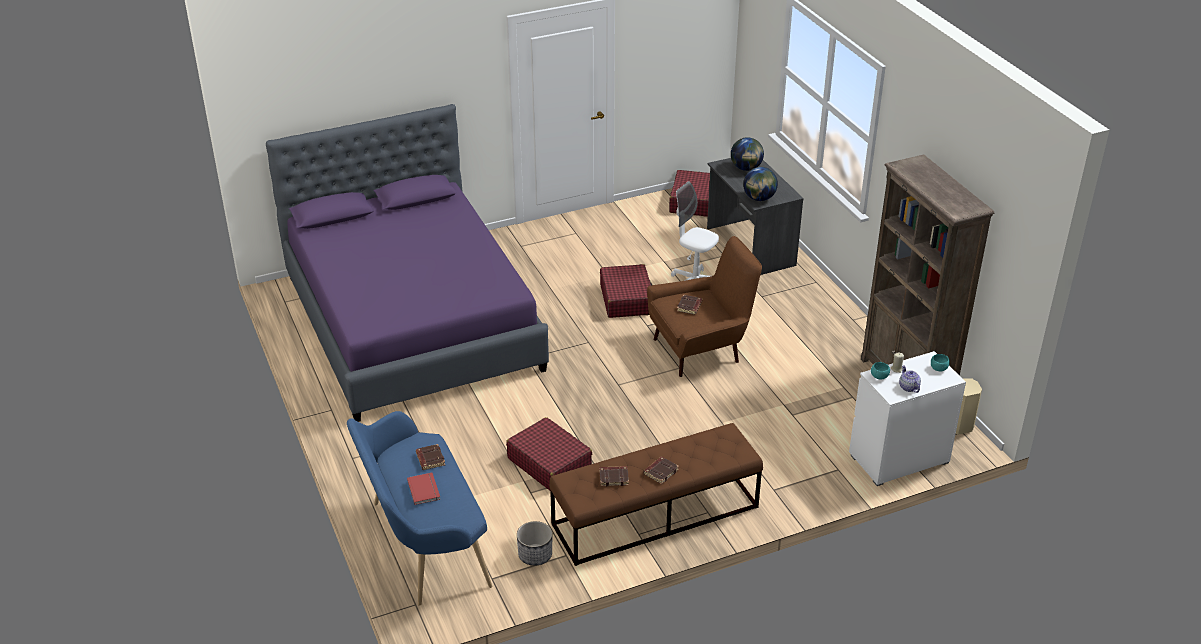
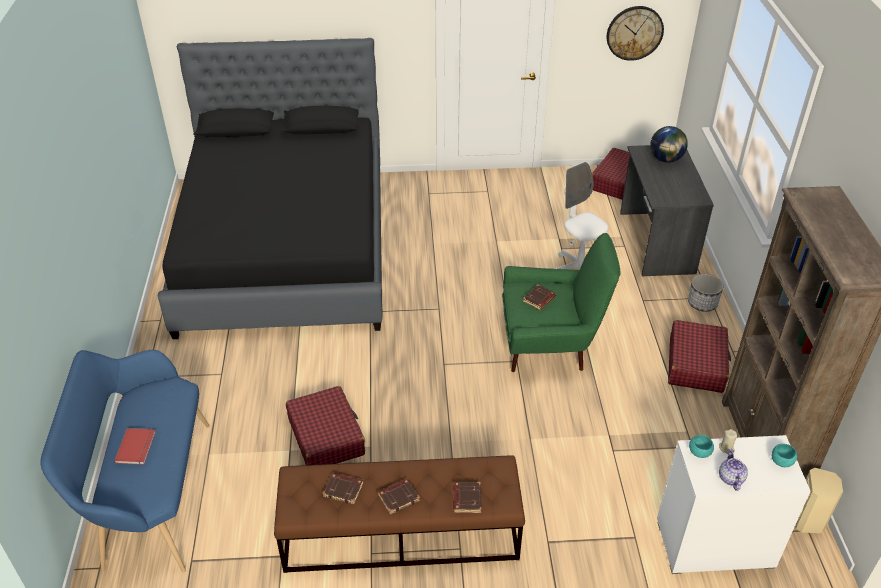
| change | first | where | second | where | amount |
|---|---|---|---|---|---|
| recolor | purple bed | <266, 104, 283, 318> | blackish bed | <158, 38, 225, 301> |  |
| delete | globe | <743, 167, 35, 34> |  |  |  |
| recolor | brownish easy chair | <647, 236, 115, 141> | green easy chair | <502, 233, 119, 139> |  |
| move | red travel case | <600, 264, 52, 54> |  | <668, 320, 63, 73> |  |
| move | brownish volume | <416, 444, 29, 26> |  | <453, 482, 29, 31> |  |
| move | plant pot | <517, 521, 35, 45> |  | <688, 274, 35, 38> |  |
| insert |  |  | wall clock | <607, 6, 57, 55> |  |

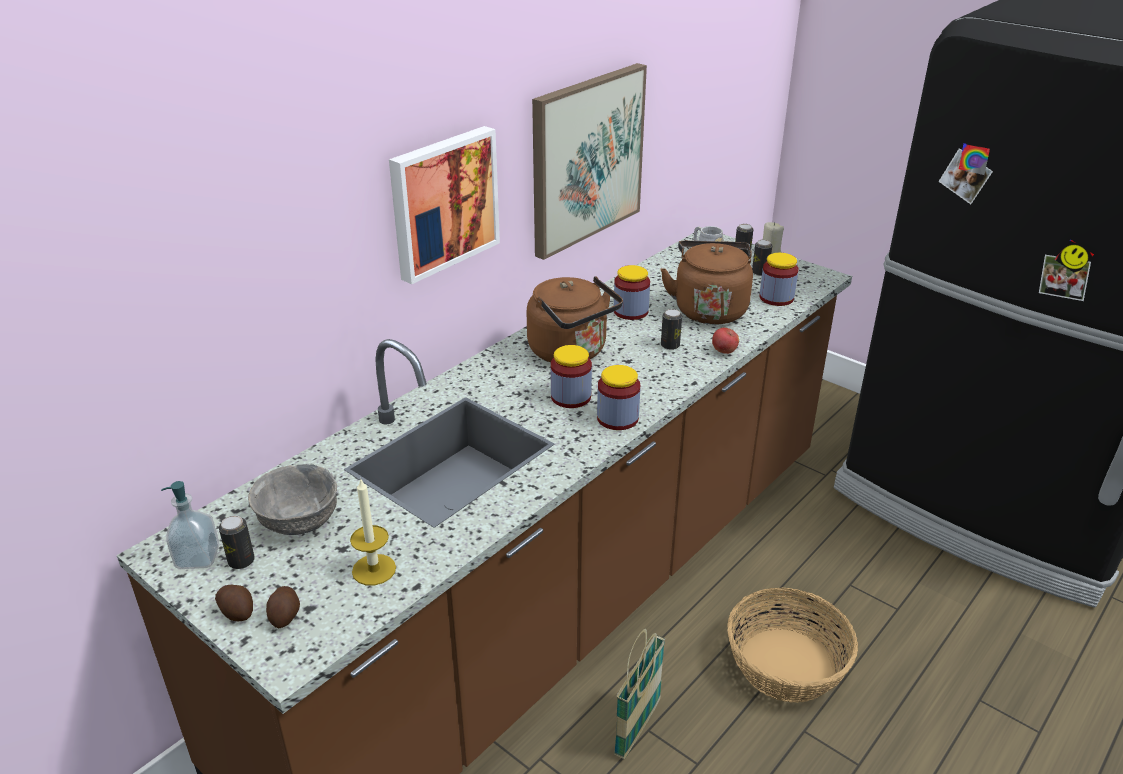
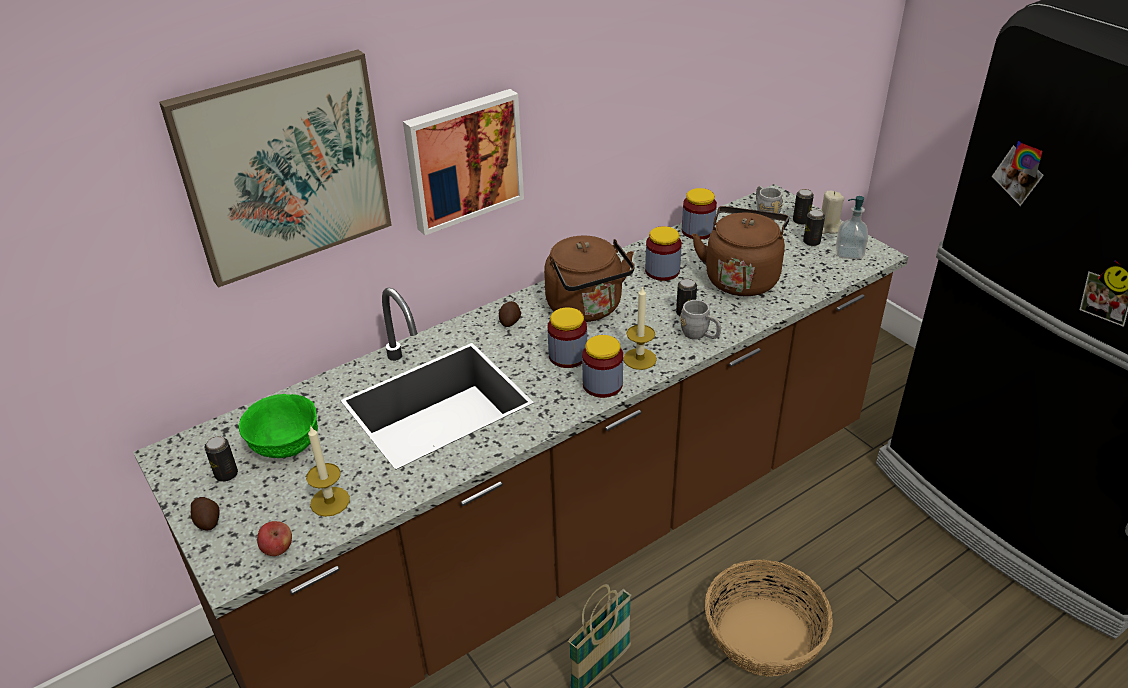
| change | first | where | second | where | amount |
|---|---|---|---|---|---|
| move | picture | <532, 63, 115, 197> |  | <159, 50, 233, 238> |  |
| move | jar | <759, 253, 40, 53> |  | <682, 188, 35, 52> |  |
| move | whole apple | <712, 328, 27, 26> |  | <257, 521, 35, 35> |  |
| recolor | greyish serving bowl | <248, 464, 89, 71> | green serving bowl | <239, 394, 79, 64> |  |
| move | soap dispenser | <161, 481, 58, 88> |  | <836, 196, 32, 63> |  |
| move | spud | <266, 586, 34, 42> |  | <499, 301, 22, 26> |  |
| insert |  |  | candle | <623, 286, 34, 84> |  |
| insert |  |  | greyish tea mug | <680, 300, 41, 40> |  |

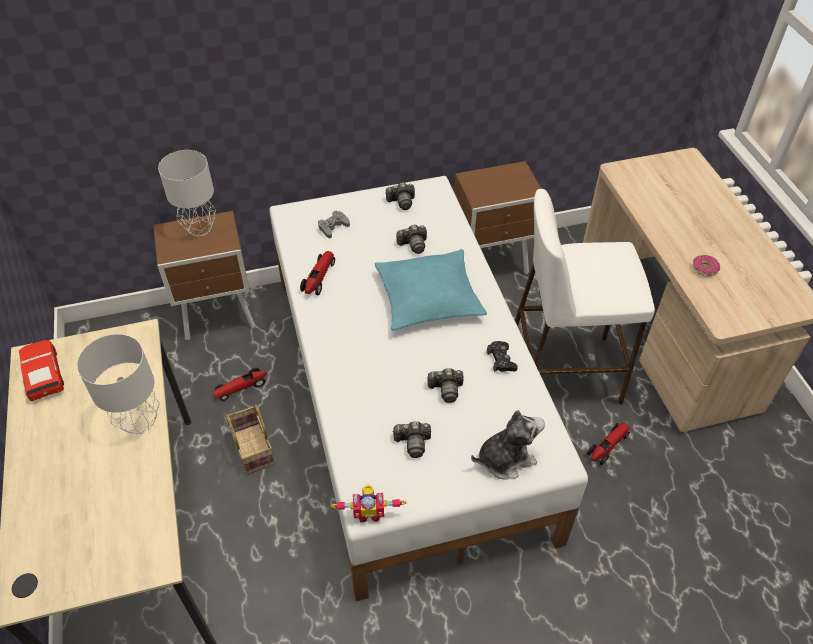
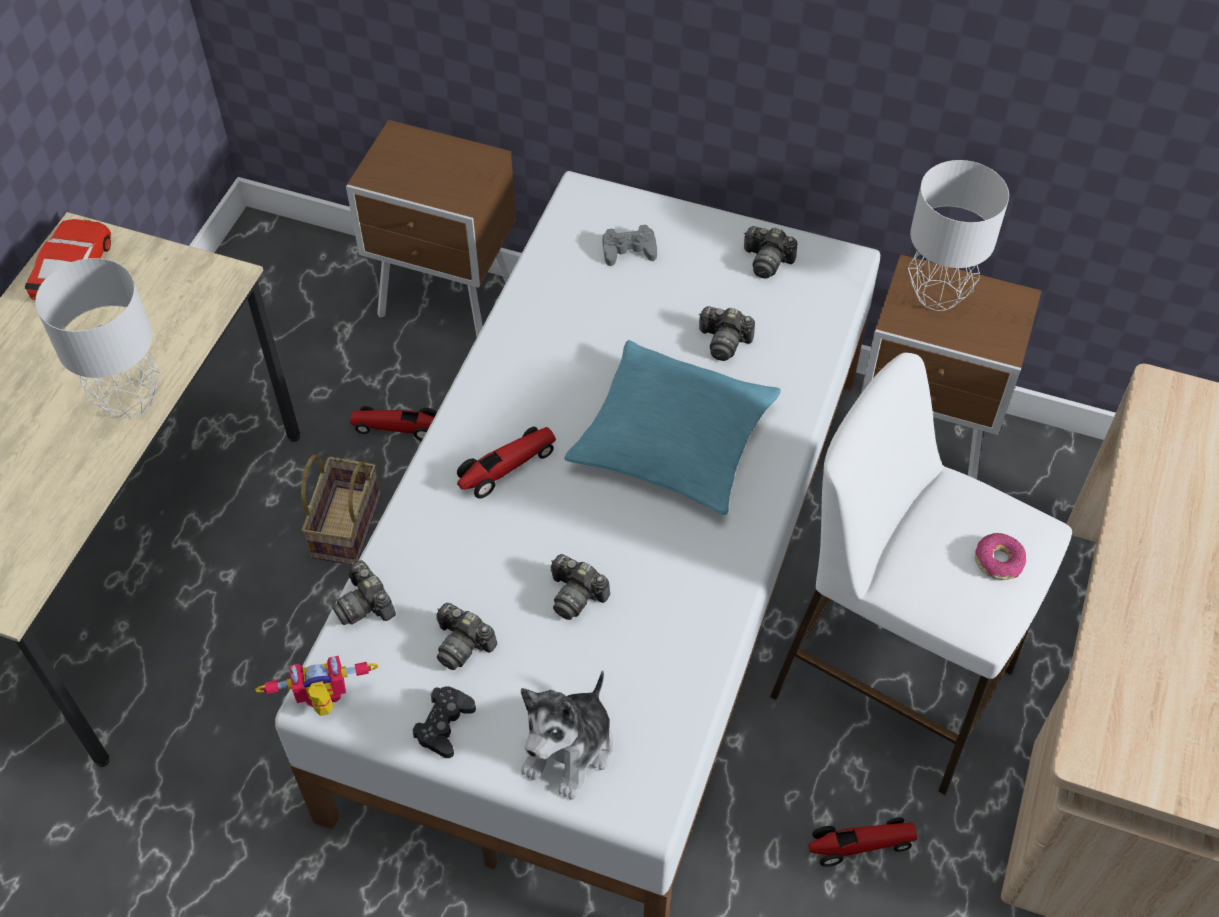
| change | first | where | second | where | amount |
|---|---|---|---|---|---|
| move | greyish tabletop lamp | <158, 150, 58, 86> |  | <908, 160, 101, 151> |  |
| move | miniature car | <300, 251, 35, 44> |  | <457, 427, 99, 72> |  |
| move | doughnut | <693, 255, 27, 22> |  | <975, 533, 51, 47> |  |
| move | blackish joypad | <487, 341, 31, 31> |  | <412, 686, 64, 72> |  |
| rotate | soft toy | <471, 410, 74, 70> |  | <521, 670, 92, 130> | 105 degrees clockwise |
| rotate | model robot | <331, 485, 75, 37> |  | <255, 656, 123, 60> | 135 degrees clockwise |
| insert |  |  | still camera | <332, 561, 64, 64> |  |

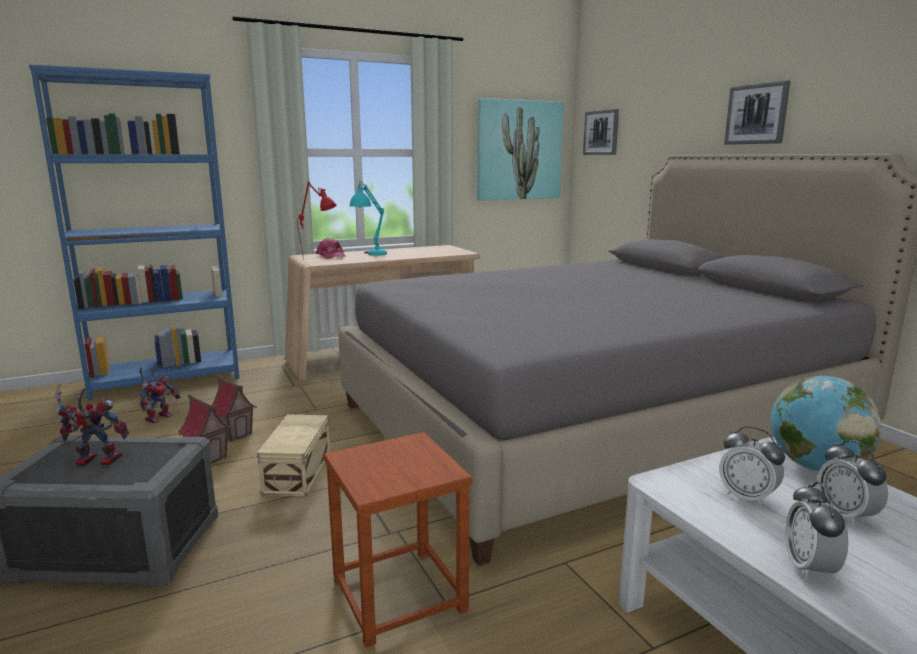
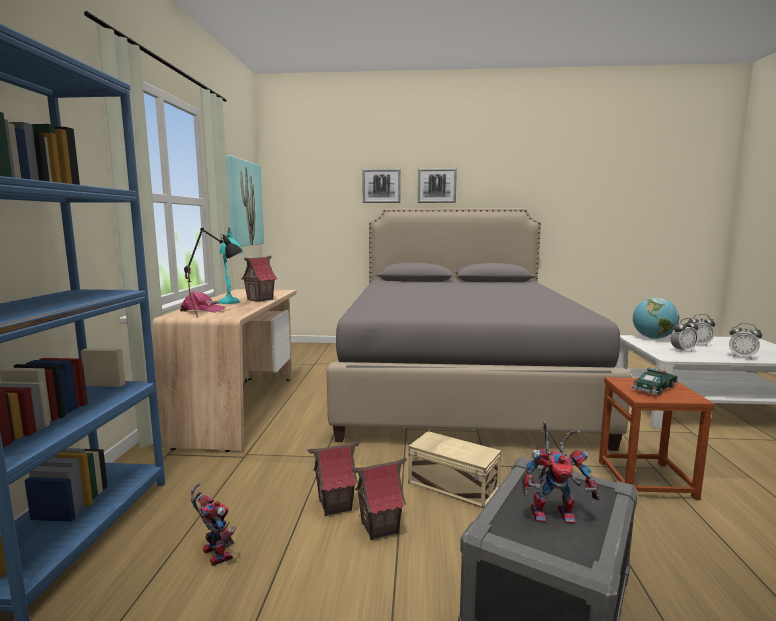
| change | first | where | second | where | amount |
|---|---|---|---|---|---|
| move | picture | <583, 109, 36, 46> |  | <362, 169, 39, 34> |  |
| recolor | red tabletop lamp | <297, 182, 39, 78> | blackish tabletop lamp | <184, 228, 59, 88> |  |
| rotate | model robot | <56, 388, 73, 78> |  | <522, 421, 77, 103> | 120 degrees counterclockwise |
| insert |  |  | toy house | <241, 256, 37, 46> |  |
| insert |  |  | miniature car | <632, 367, 47, 28> |  |

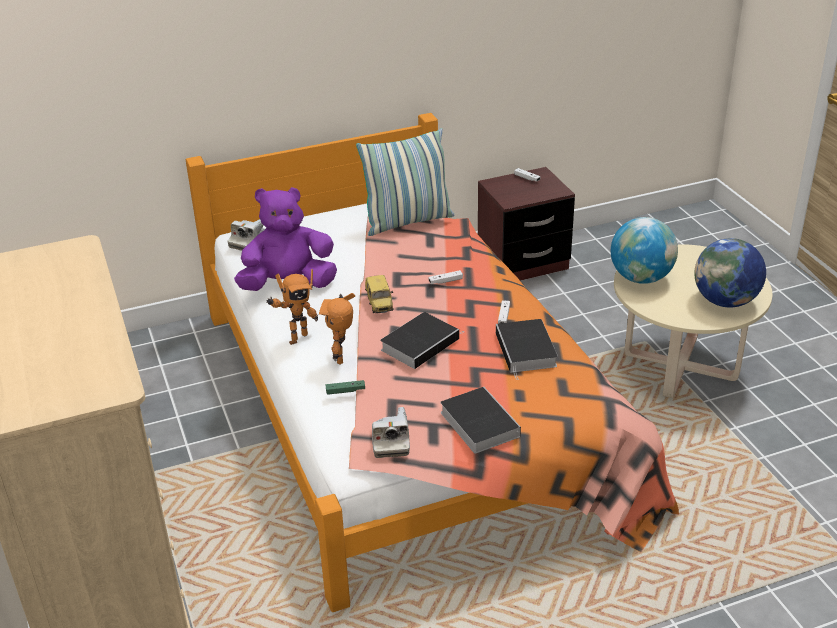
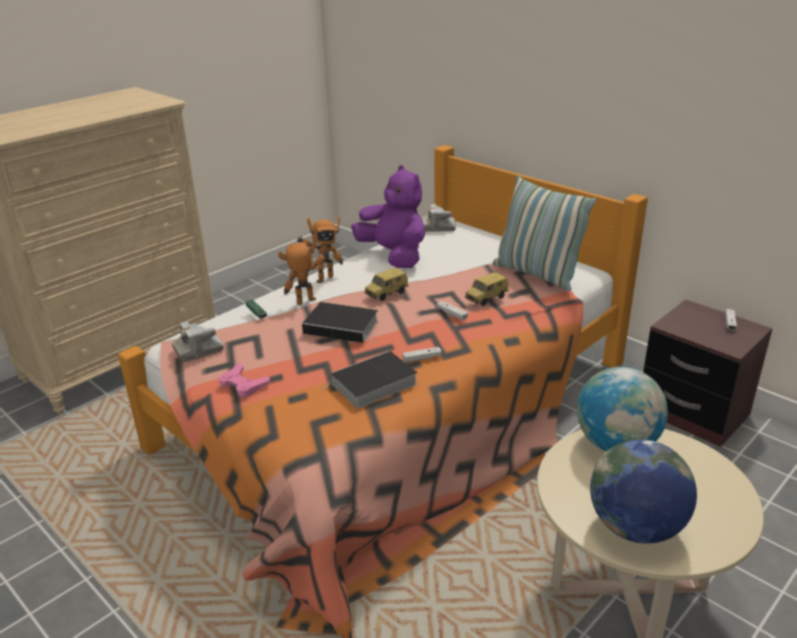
| change | first | where | second | where | amount |
|---|---|---|---|---|---|
| rotate | model robot | <266, 269, 52, 76> |  | <297, 217, 46, 66> | 60 degrees counterclockwise |
| replace | volume | <440, 387, 81, 67> | pink-coloured joypad | <218, 363, 52, 35> |  |
| insert |  |  | miniature car | <465, 272, 44, 34> |  |

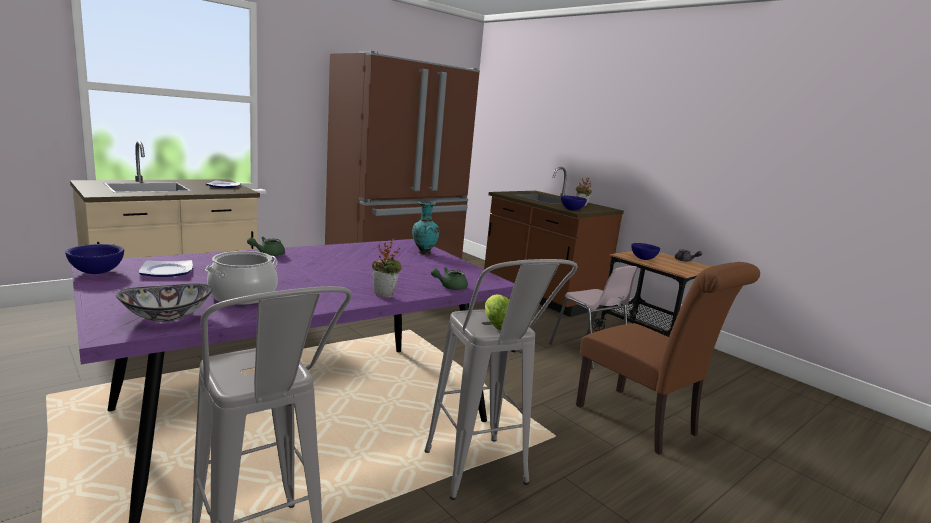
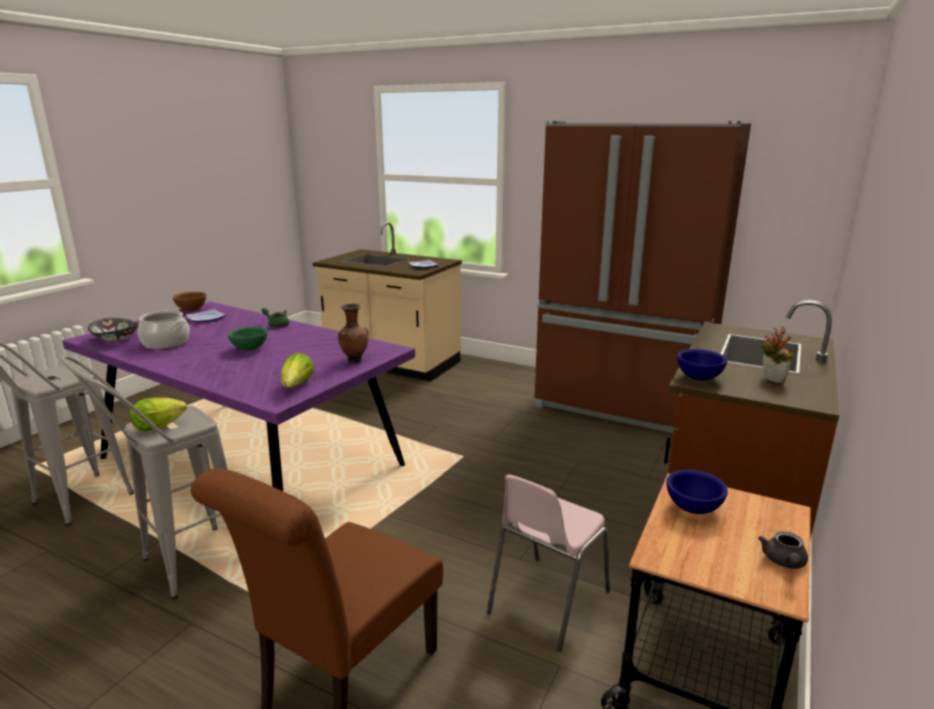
| change | first | where | second | where | amount |
|---|---|---|---|---|---|
| recolor | turquoise-coloured vase | <412, 201, 27, 54> | brownish vase | <338, 304, 31, 58> |  |
| delete | plant in a pot | <372, 238, 30, 60> |  |  |  |
| recolor | blue-coloured serving bowl | <65, 244, 59, 30> | brownish serving bowl | <173, 292, 33, 19> |  |
| delete | green pot for tea | <431, 267, 37, 23> |  |  |  |
| insert |  |  | green serving bowl | <228, 326, 40, 25> |  |
| insert |  |  | head of lettuce | <281, 353, 33, 34> |  |

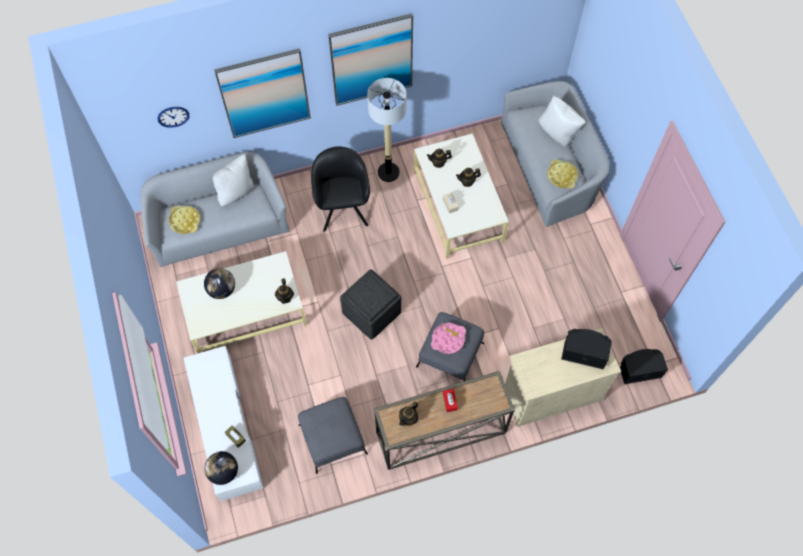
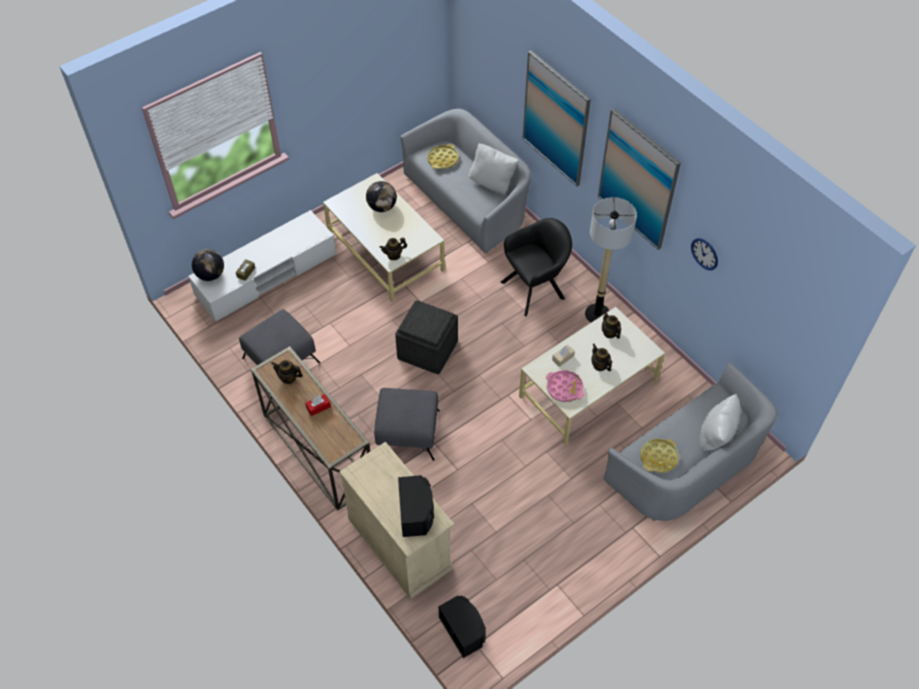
| change | first | where | second | where | amount |
|---|---|---|---|---|---|
| move | wall clock | <158, 107, 31, 21> |  | <691, 238, 27, 32> |  |
| move | pink-coloured carrying tray | <431, 323, 35, 31> |  | <546, 370, 38, 32> |  |

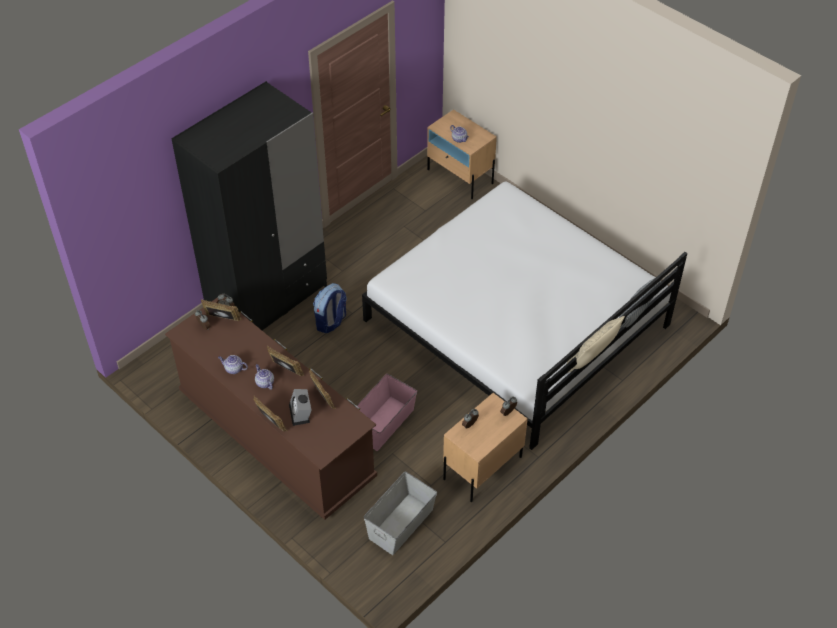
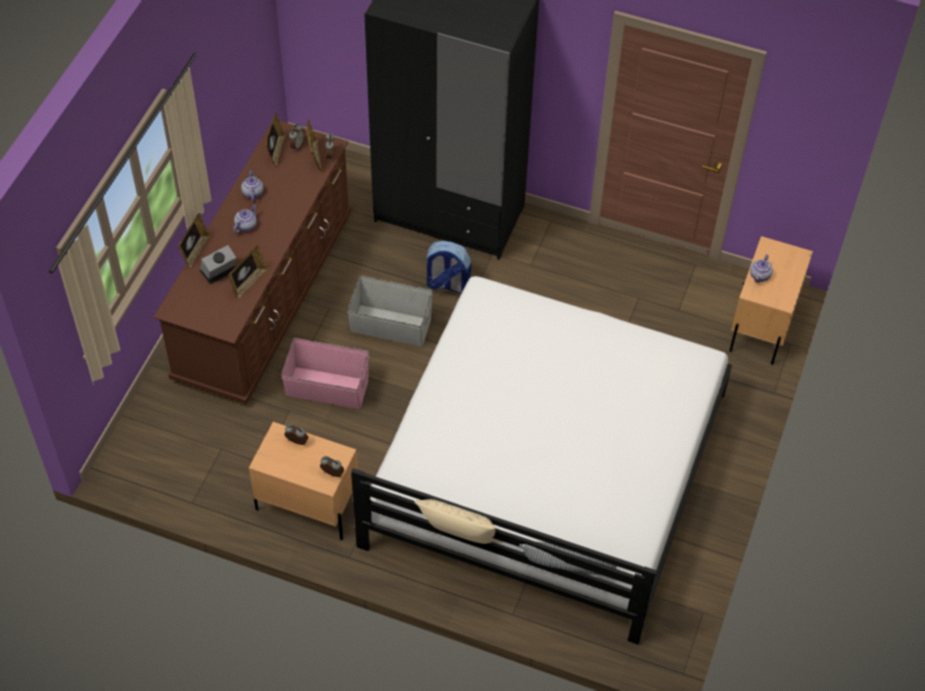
| change | first | where | second | where | amount |
|---|---|---|---|---|---|
| move | photo frame | <267, 346, 37, 30> |  | <265, 113, 21, 54> |  |
| move | greyish storage container | <364, 471, 73, 84> |  | <347, 276, 86, 71> |  |

